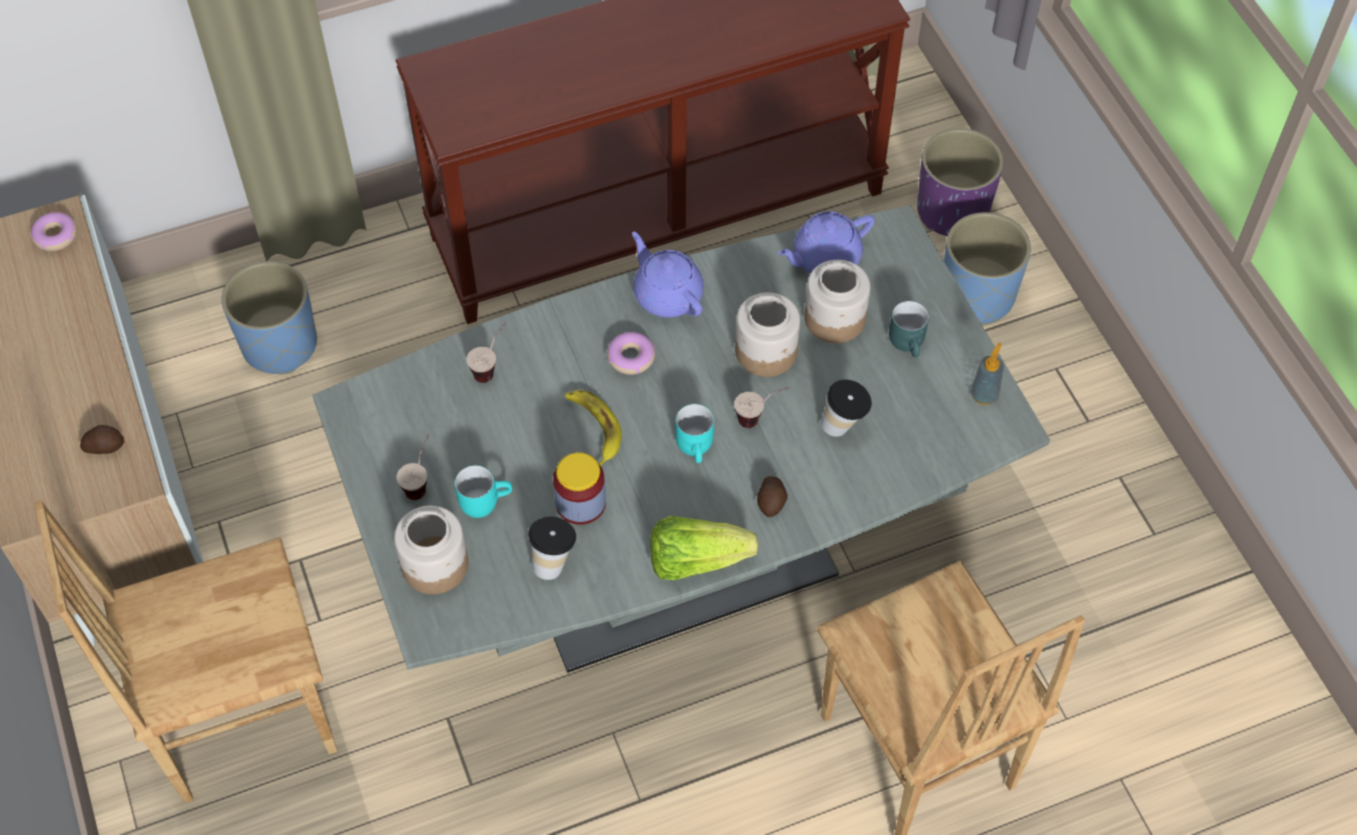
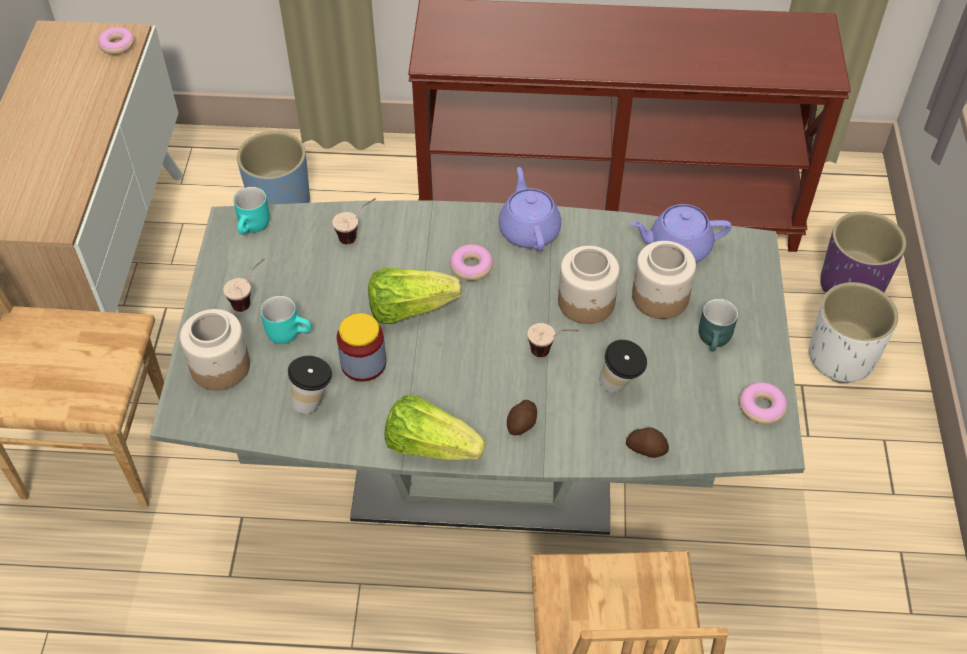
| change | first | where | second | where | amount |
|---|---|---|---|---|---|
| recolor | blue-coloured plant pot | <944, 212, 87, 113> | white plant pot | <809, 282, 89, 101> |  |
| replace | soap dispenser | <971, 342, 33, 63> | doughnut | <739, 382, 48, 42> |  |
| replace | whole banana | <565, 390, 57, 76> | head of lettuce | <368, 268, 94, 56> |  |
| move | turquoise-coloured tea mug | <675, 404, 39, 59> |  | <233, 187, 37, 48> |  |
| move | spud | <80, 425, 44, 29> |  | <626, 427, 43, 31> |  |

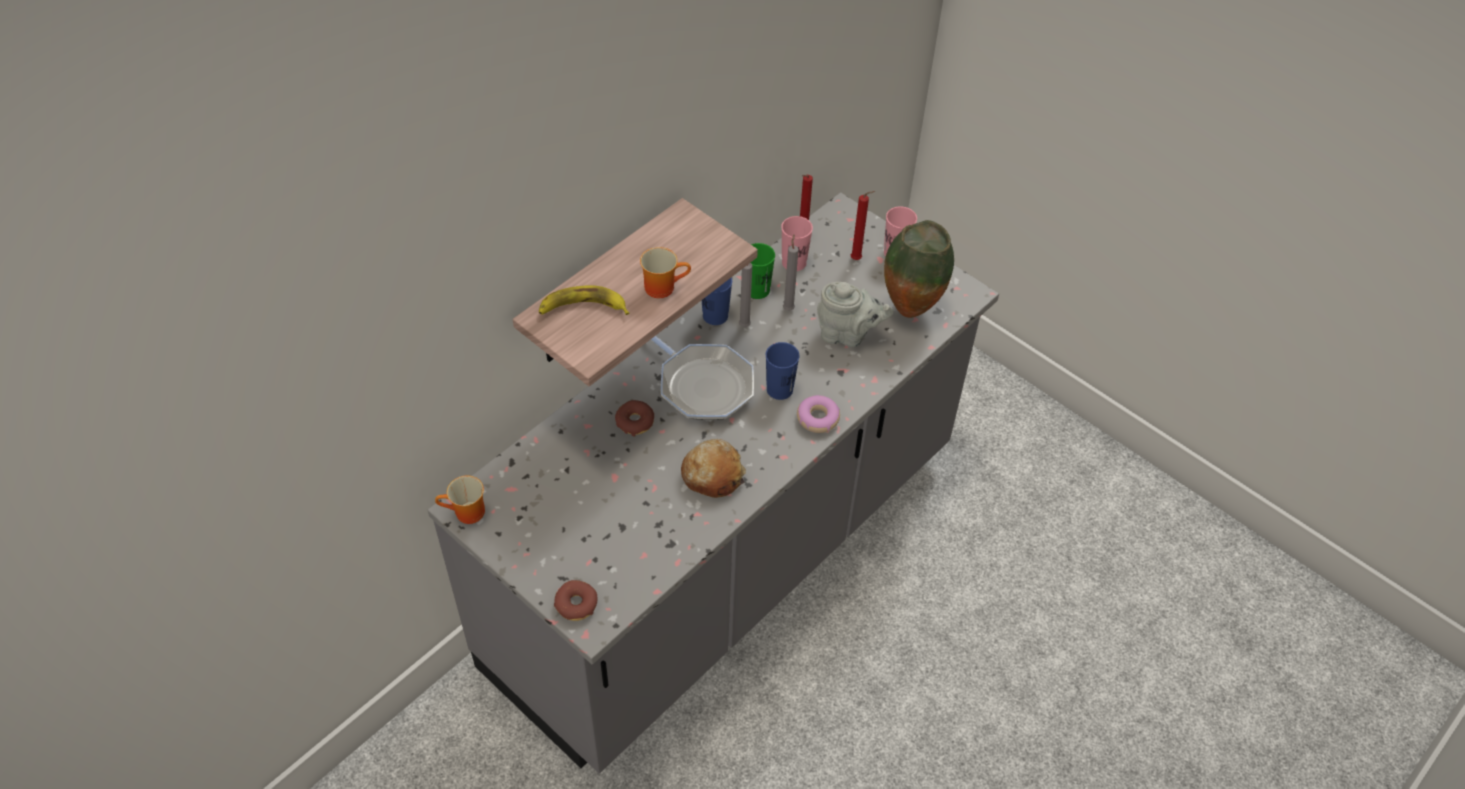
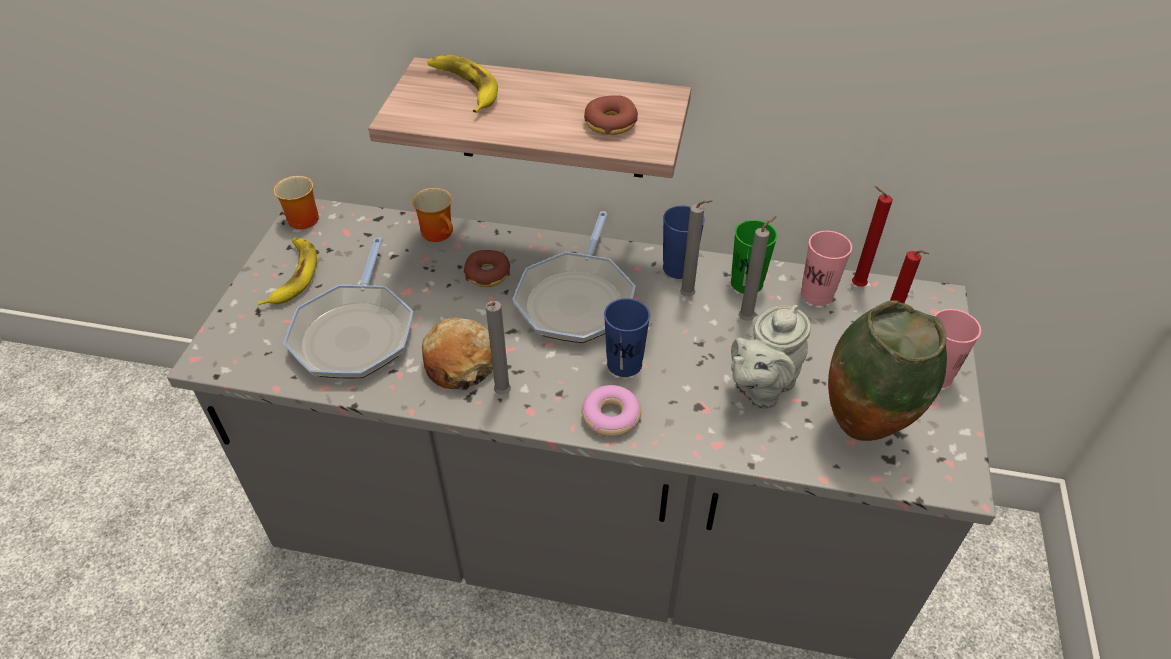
| change | first | where | second | where | amount |
|---|---|---|---|---|---|
| move | tea mug | <640, 247, 51, 51> |  | <412, 188, 41, 54> |  |
| rotate | greyish pot for tea | <817, 282, 77, 65> |  | <731, 305, 80, 104> | 60 degrees clockwise |
| move | doughnut | <554, 580, 44, 41> |  | <584, 95, 54, 40> |  |
| insert |  |  | frying pan | <284, 237, 129, 141> |  |
| insert |  |  | whole banana | <257, 238, 60, 67> |  |
| insert |  |  | greyish candle | <486, 301, 25, 94> |  |

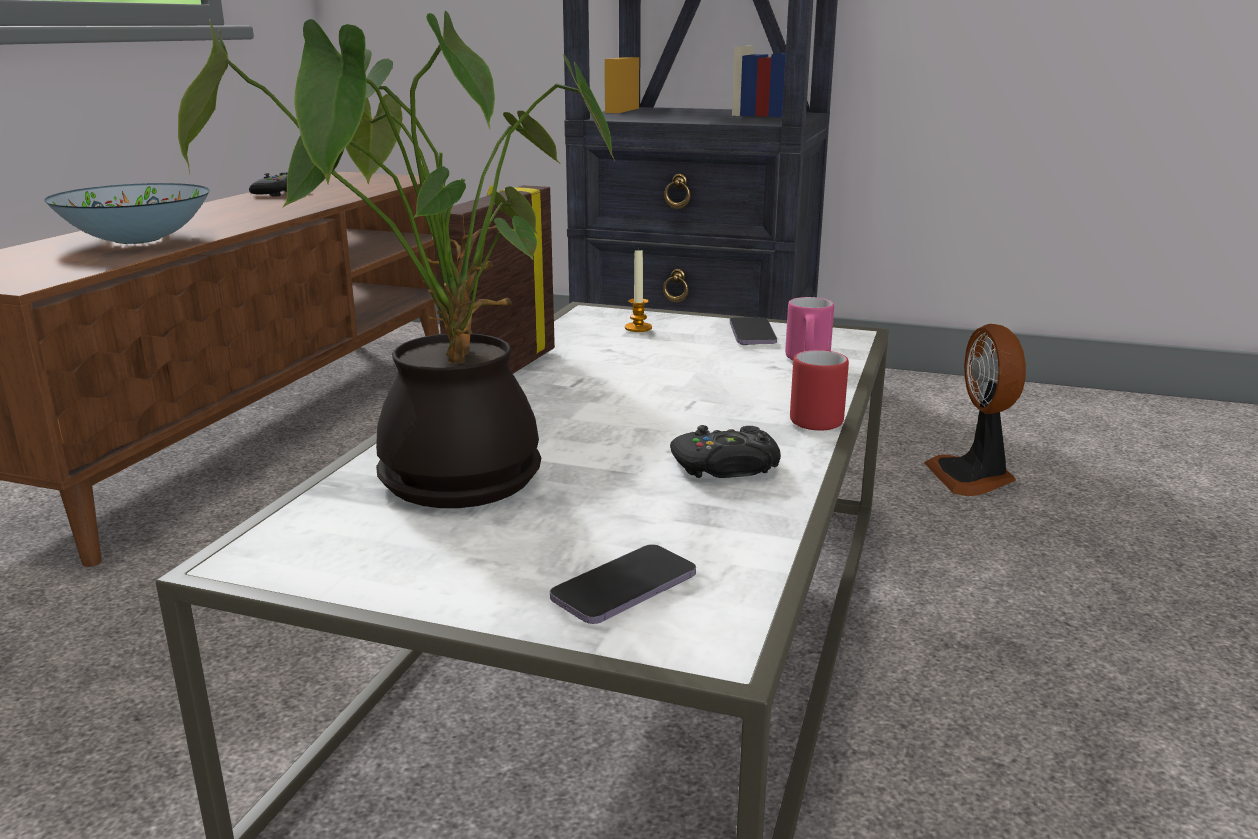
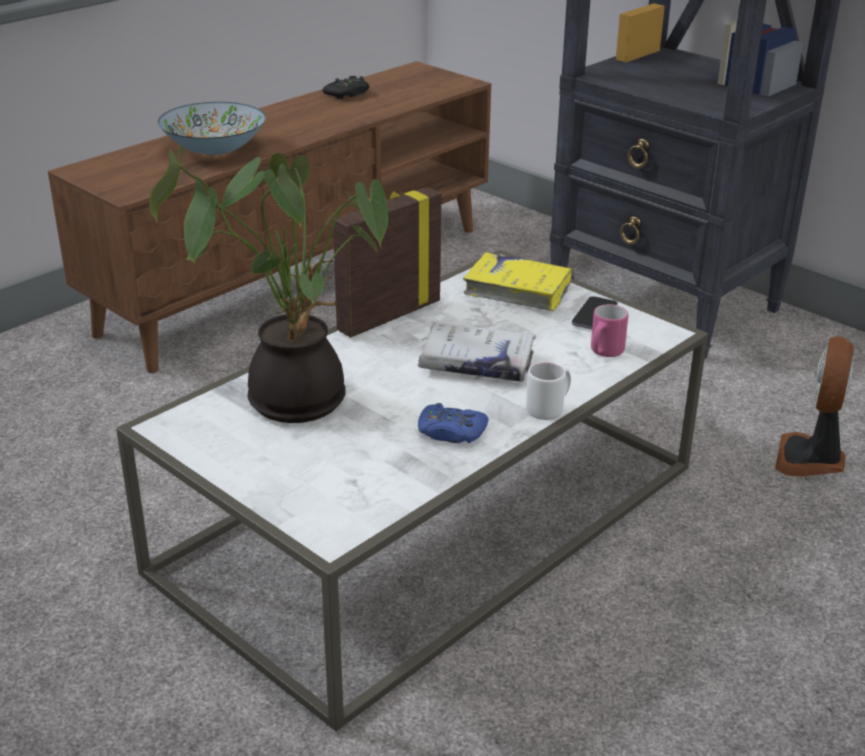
| change | first | where | second | where | amount |
|---|---|---|---|---|---|
| replace | candle | <625, 247, 27, 85> | yellowish volume | <463, 252, 112, 59> |  |
| recolor | red tea mug | <790, 350, 59, 81> | white tea mug | <526, 362, 45, 58> |  |
| recolor | blackish joypad | <670, 425, 111, 53> | blue-coloured joypad | <418, 403, 71, 40> |  |
| delete | telephone | <550, 544, 146, 80> |  |  |  |
| insert |  |  | white volume | <418, 322, 118, 60> |  |

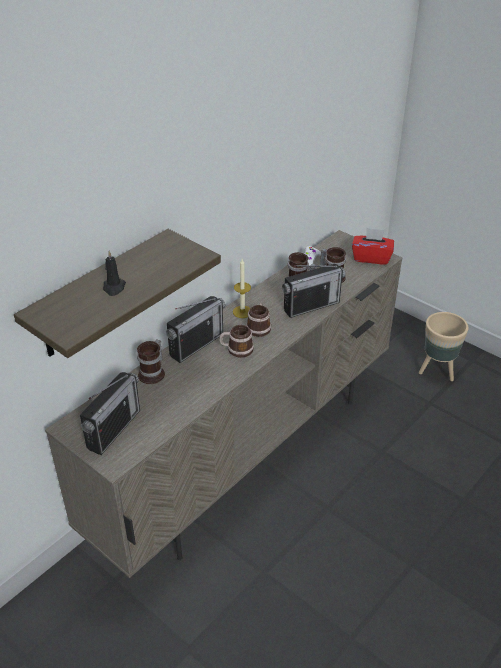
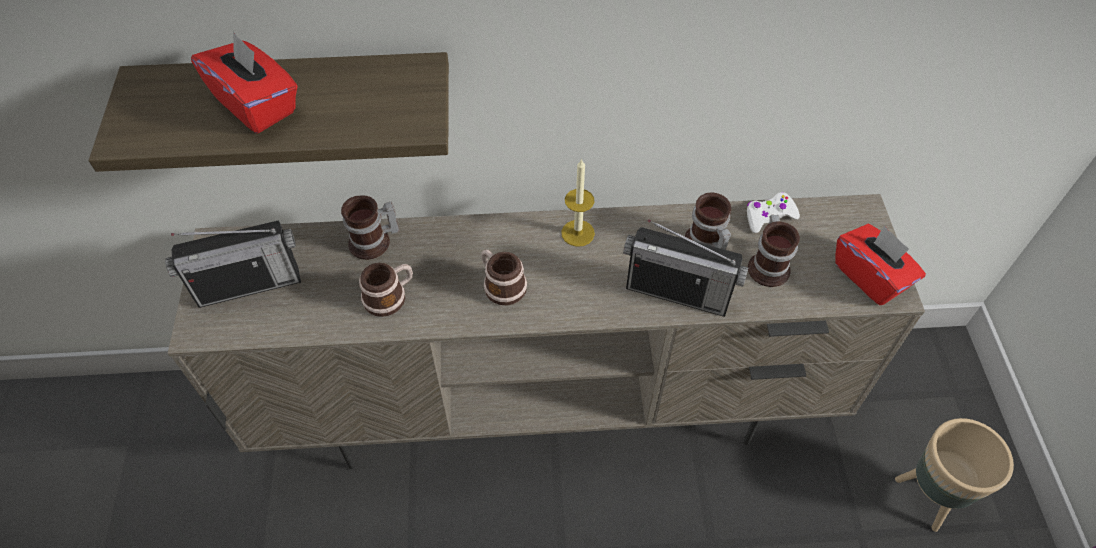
| change | first | where | second | where | amount |
|---|---|---|---|---|---|
| replace | blackish candle | <103, 251, 23, 45> | red tissue box | <191, 31, 107, 102> |  |
| delete | radio receiver | <166, 296, 59, 67> |  |  |  |
| move | tea mug | <246, 303, 25, 34> |  | <359, 263, 54, 54> |  |

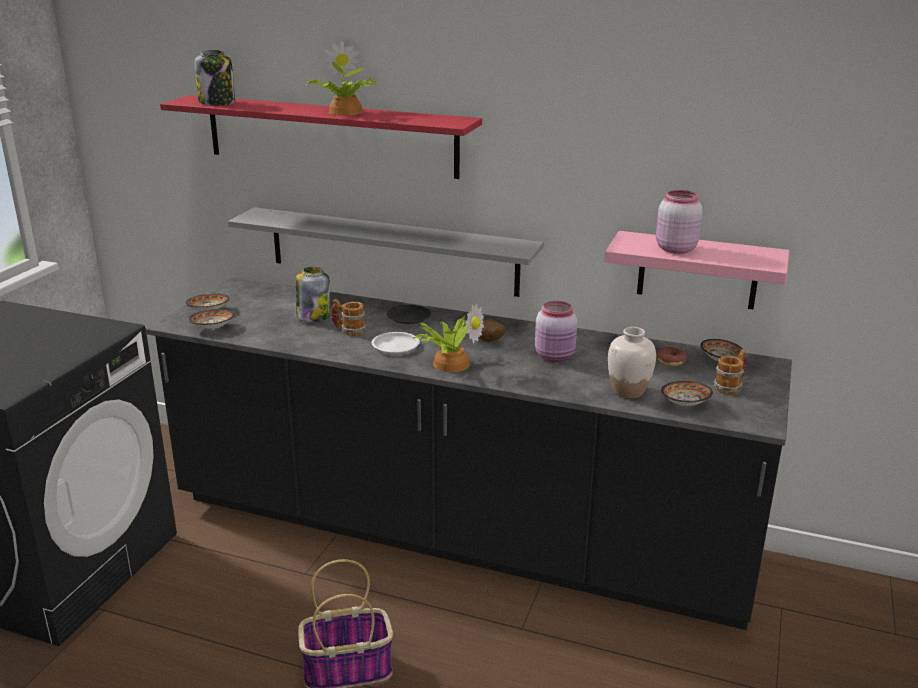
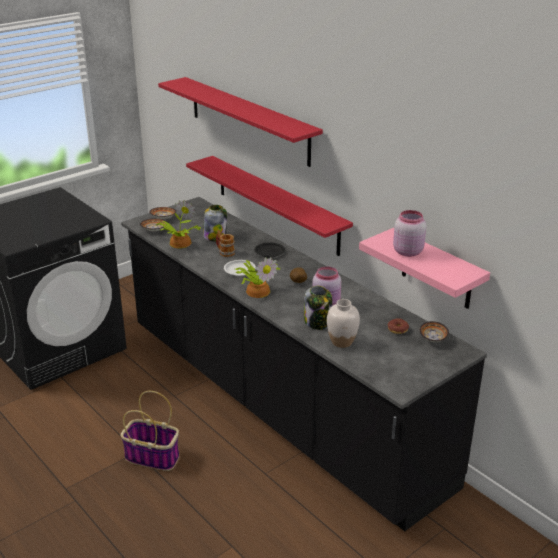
| change | first | where | second | where | amount |
|---|---|---|---|---|---|
| move | plant in a pot | <306, 41, 70, 75> |  | <156, 200, 45, 48> |  |
| move | jar | <195, 50, 40, 56> |  | <304, 286, 28, 44> |  |
| recolor | greyish bracket shelf | <228, 207, 316, 90> | red bracket shelf | <186, 156, 167, 100> |  |
| delete | tea mug | <713, 349, 33, 46> |  |  |  |
| delete | serving bowl | <661, 381, 52, 25> |  |  |  |

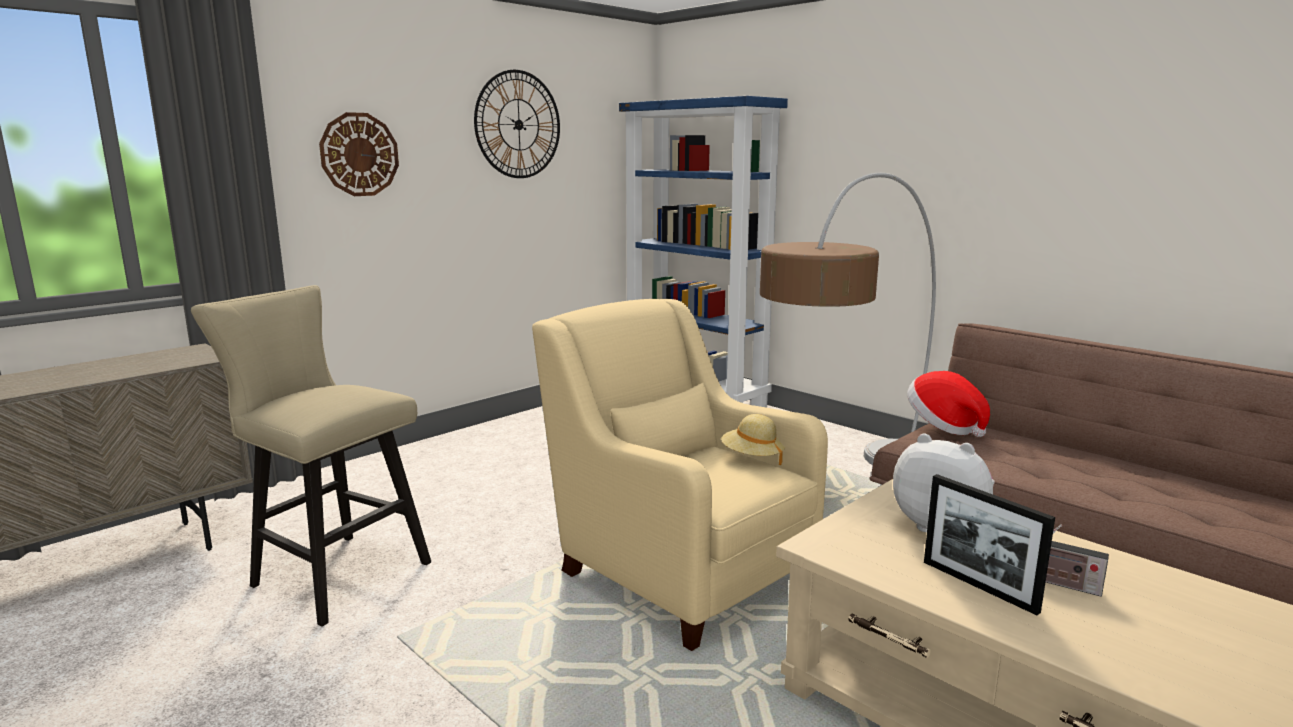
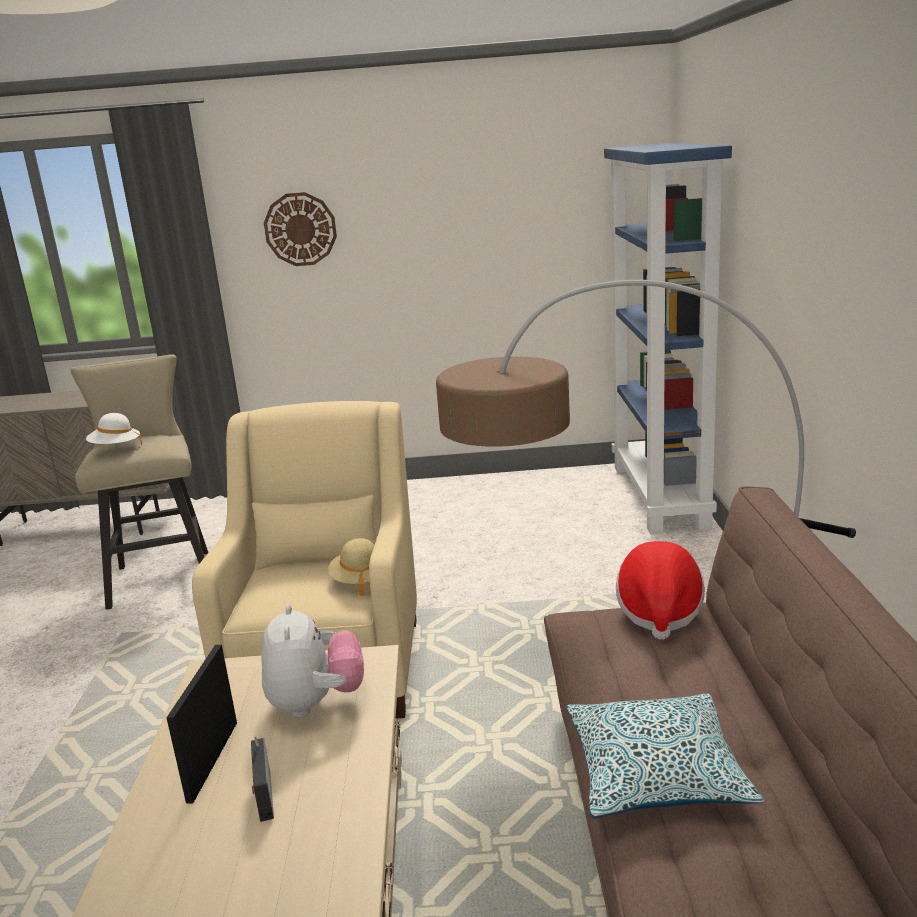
| change | first | where | second | where | amount |
|---|---|---|---|---|---|
| delete | wall clock | <474, 70, 86, 108> |  |  |  |
| insert |  |  | white clothing hat | <86, 413, 56, 32> |  |
| insert |  |  | throw pillow | <566, 693, 198, 126> |  |

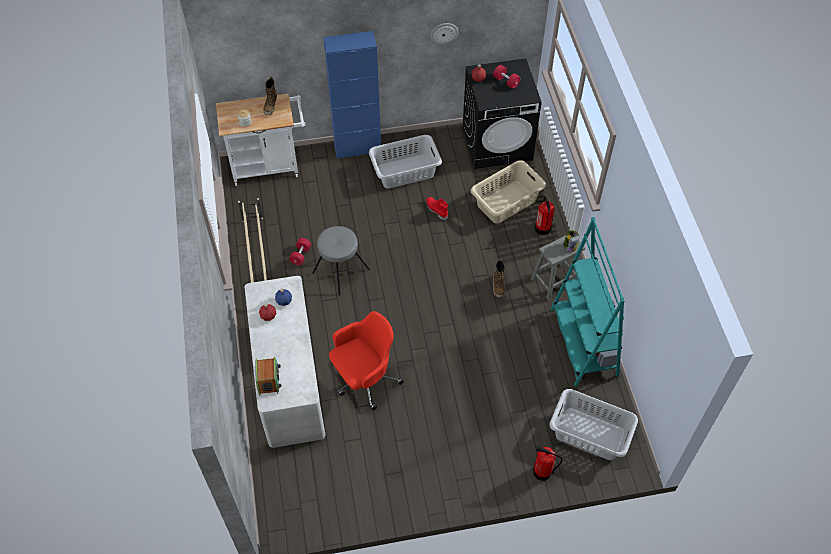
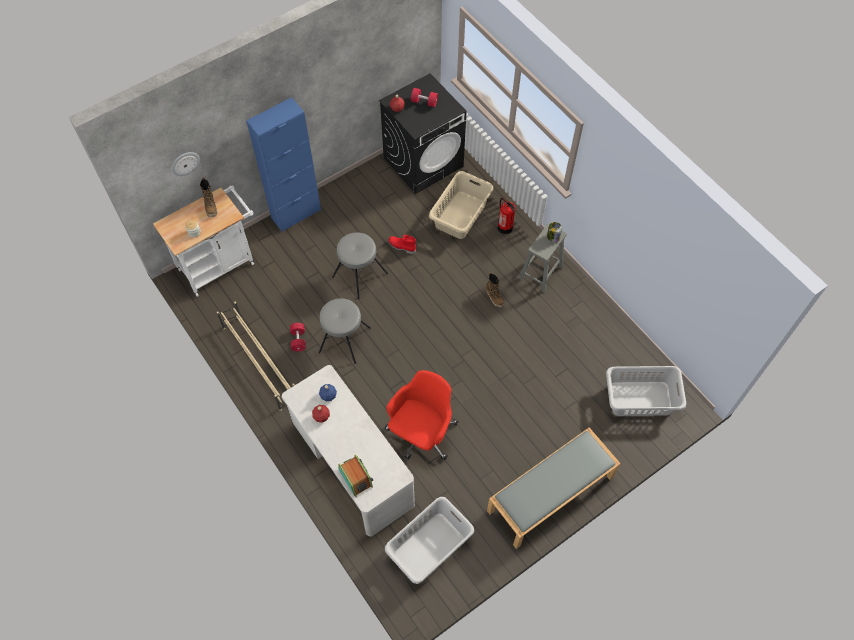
| change | first | where | second | where | amount |
|---|---|---|---|---|---|
| move | wall clock | <431, 23, 27, 22> |  | <171, 152, 29, 24> |  |
| move | greyish laundry basket | <369, 135, 73, 54> |  | <385, 497, 89, 87> |  |
| delete | turquoise-coloured bookshelf | <551, 217, 74, 169> |  |  |  |
| delete | fire extinguisher | <533, 446, 29, 35> |  |  |  |
| insert |  |  | greyish stool | <332, 233, 56, 66> |  |
| insert |  |  | greyish long seat | <487, 427, 134, 122> |  |

